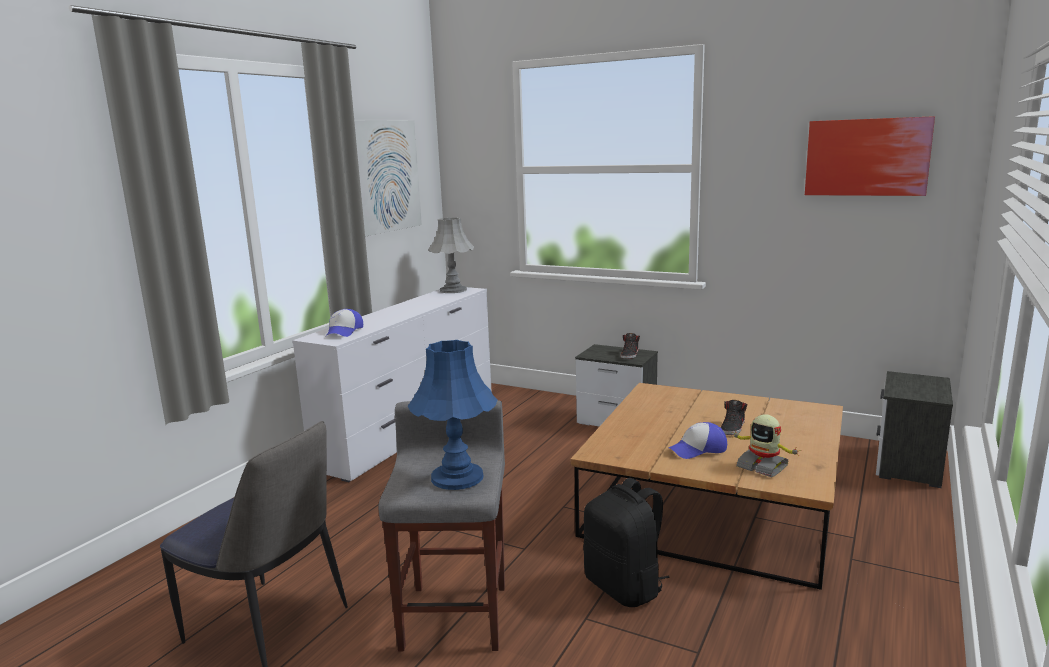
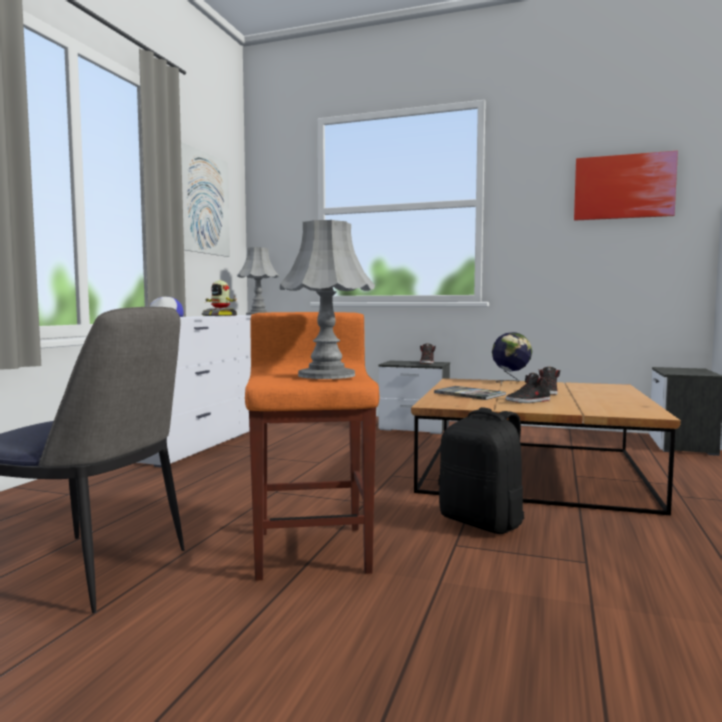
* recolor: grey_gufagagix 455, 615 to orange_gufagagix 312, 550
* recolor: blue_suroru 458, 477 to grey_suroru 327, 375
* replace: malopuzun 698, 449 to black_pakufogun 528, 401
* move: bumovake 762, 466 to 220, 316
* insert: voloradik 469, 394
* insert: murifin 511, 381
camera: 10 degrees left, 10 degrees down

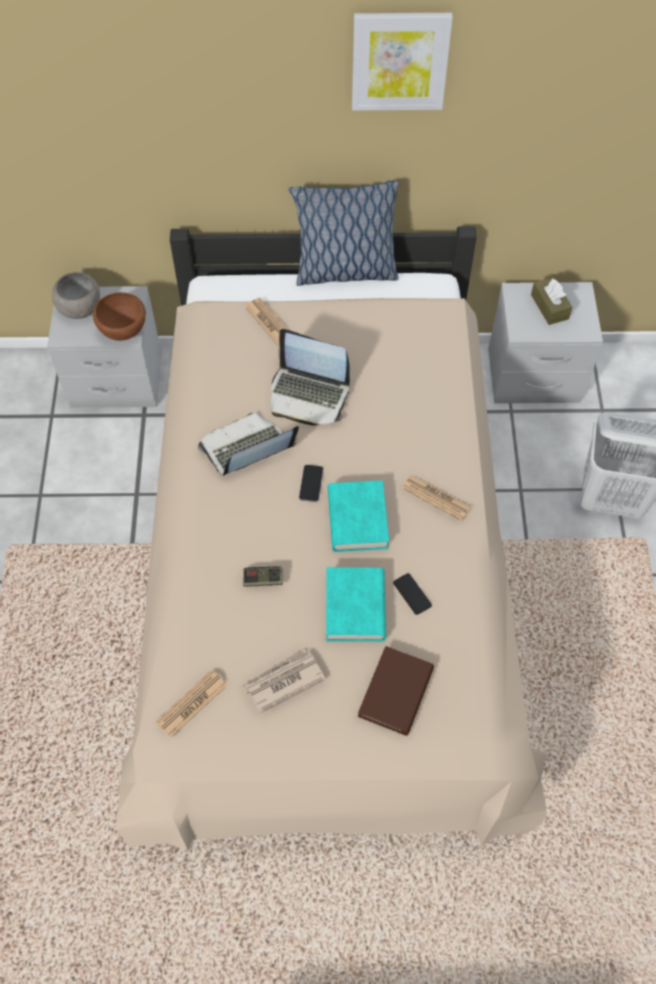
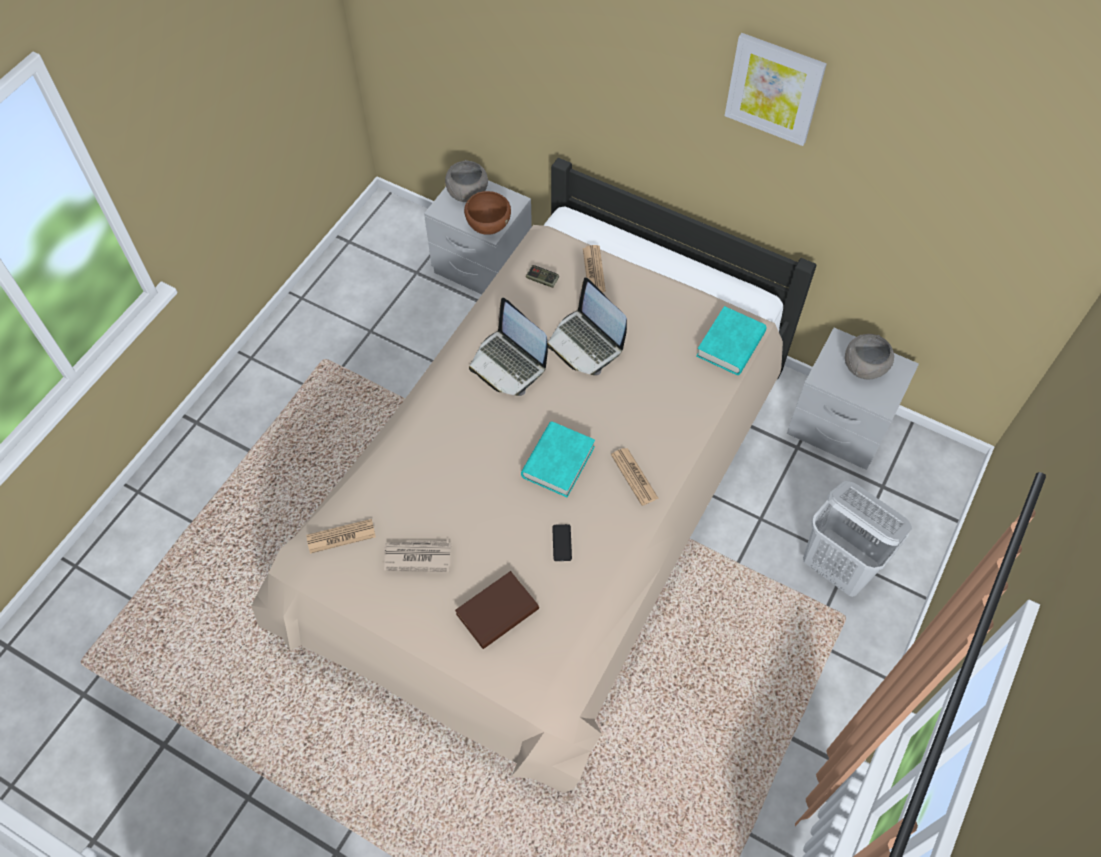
* rotate: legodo 247, 449 = 509, 363 135 degrees counterclockwise
* move: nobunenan 263, 580 to 542, 280
* delete: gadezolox 344, 271
* delete: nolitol 311, 484
* move: turquoise_voloradik 355, 607 to 730, 345
* replace: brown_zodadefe 549, 307 to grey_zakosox 863, 367
camera: 30 degrees right, 0 degrees up

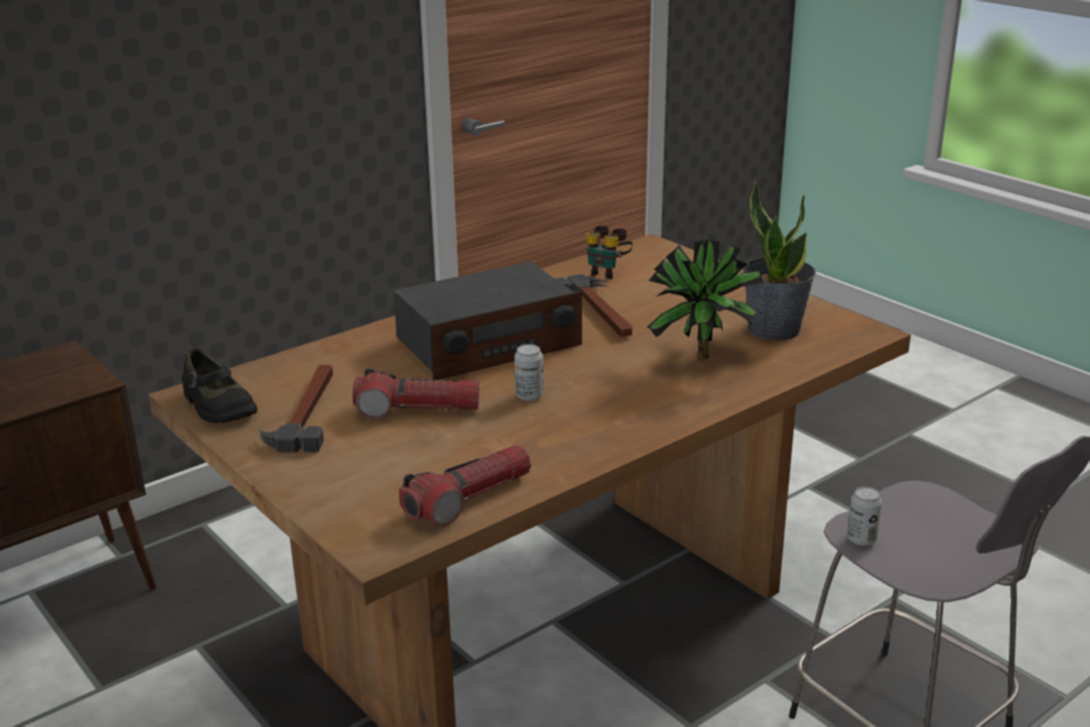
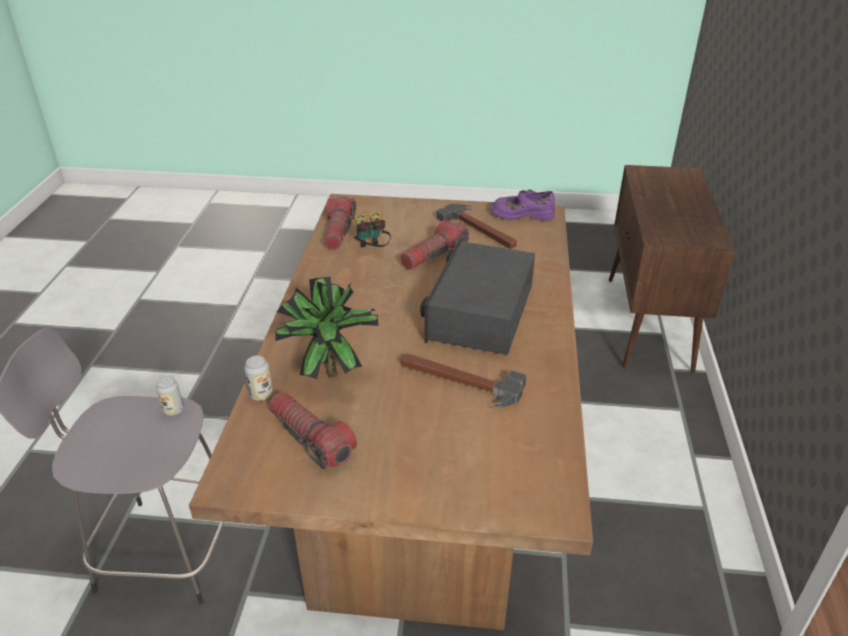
* recolor: black_pakufogun 217, 406 to purple_pakufogun 522, 214
* move: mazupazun 529, 396 to 261, 394
* move: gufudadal 607, 272 to 371, 250
* replace: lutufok 774, 329 to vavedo 311, 438
camera: 135 degrees right, 10 degrees up

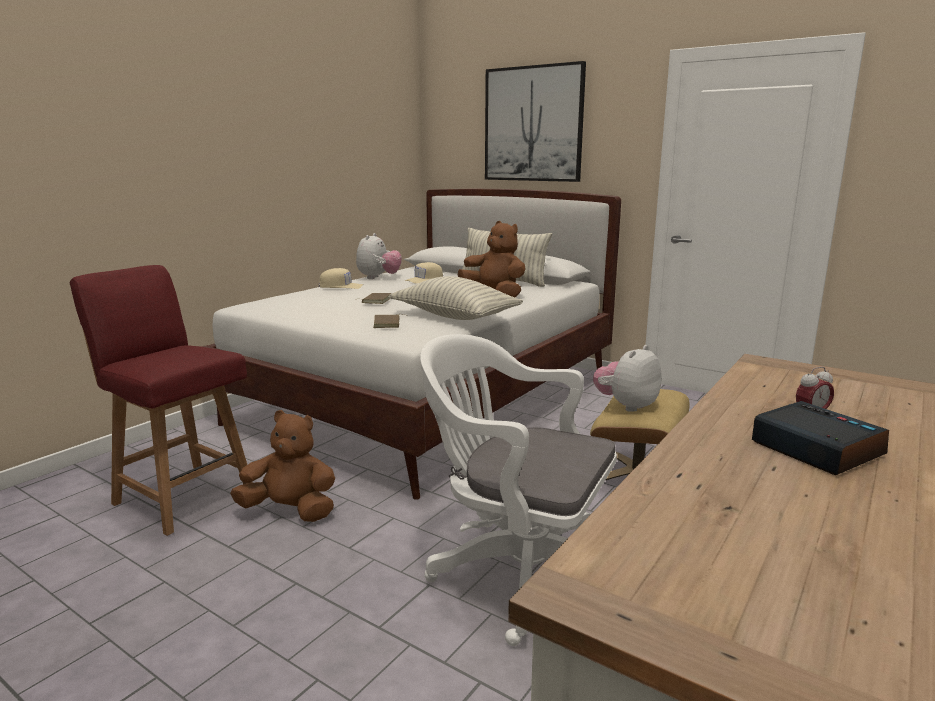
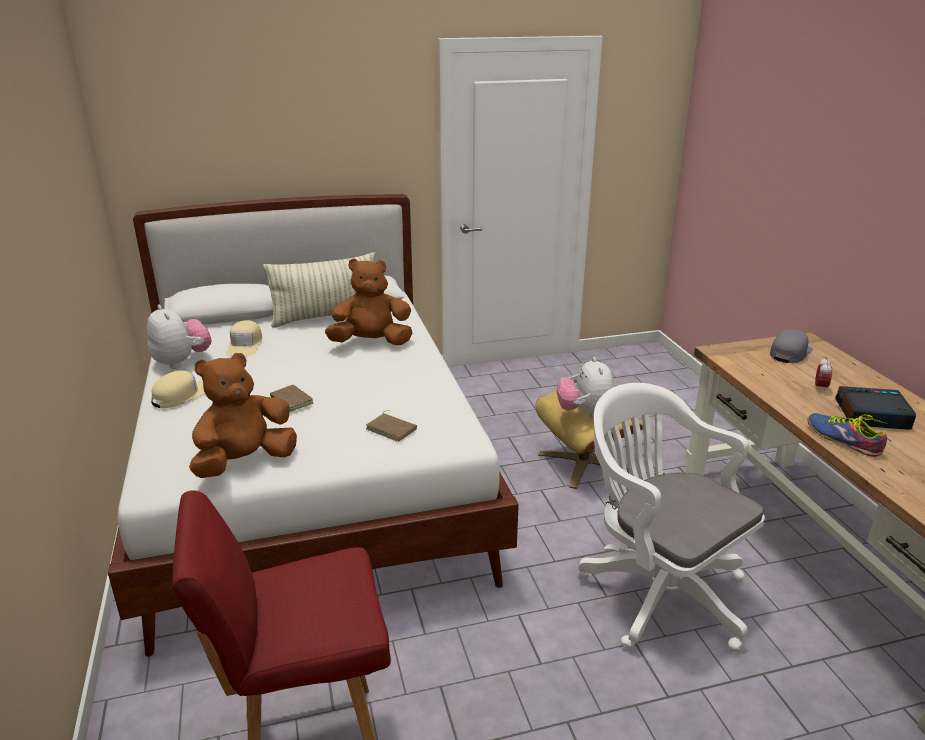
* move: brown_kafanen 290, 511 to 245, 462
* delete: gadezolox 454, 317
* rotate: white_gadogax 517, 572 = 656, 590 75 degrees clockwise
* delete: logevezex 533, 124
* insert: grey_malopuzun 790, 353
* insert: pakufogun 843, 440
camera: 50 degrees left, 10 degrees up

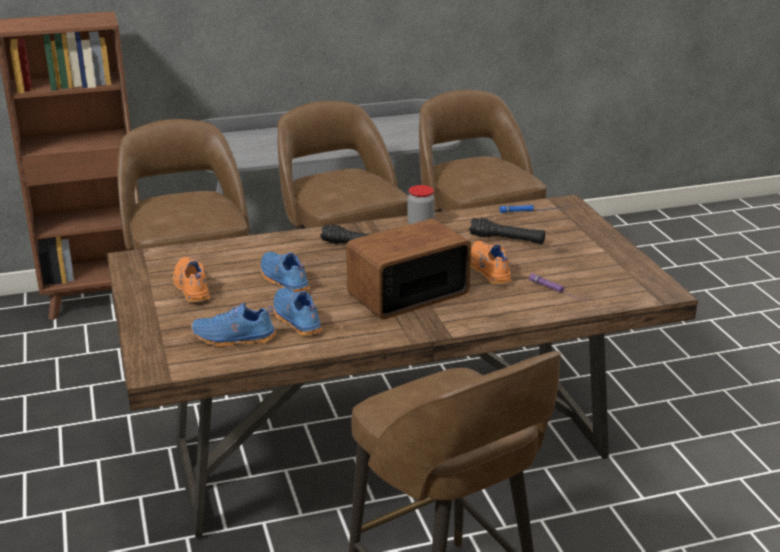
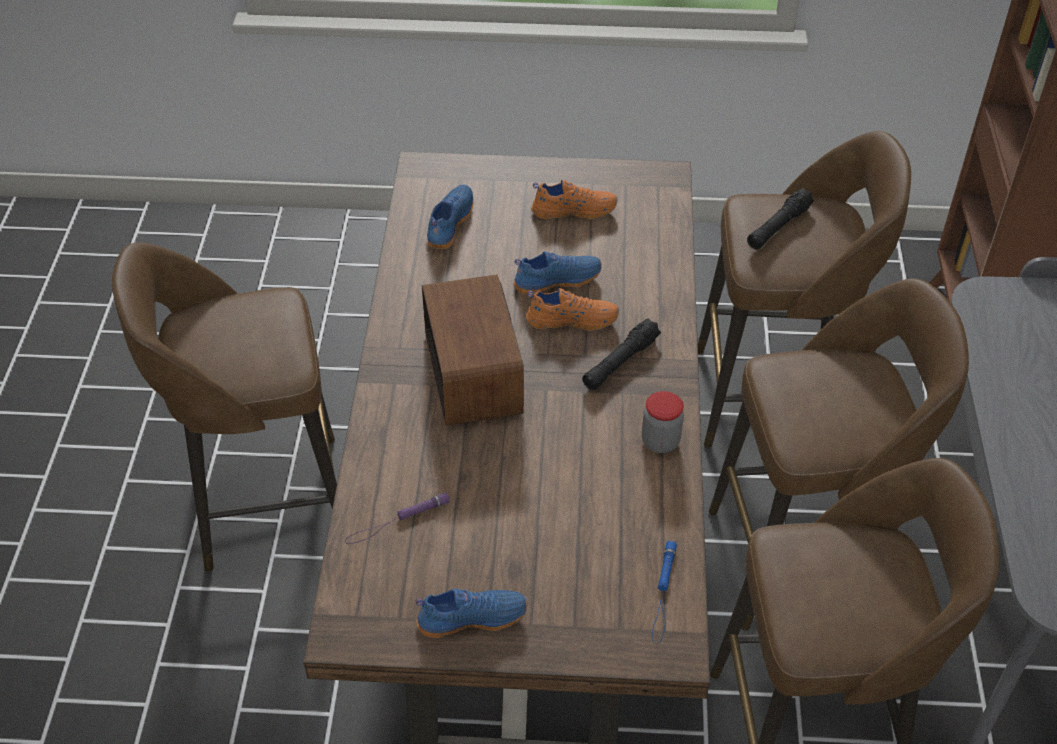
* move: blue_pakufogun 295, 320 to 472, 617
* move: black_vavedo 507, 239 to 778, 227
* move: orange_pakufogun 488, 271 to 572, 319
camera: 110 degrees right, 20 degrees up

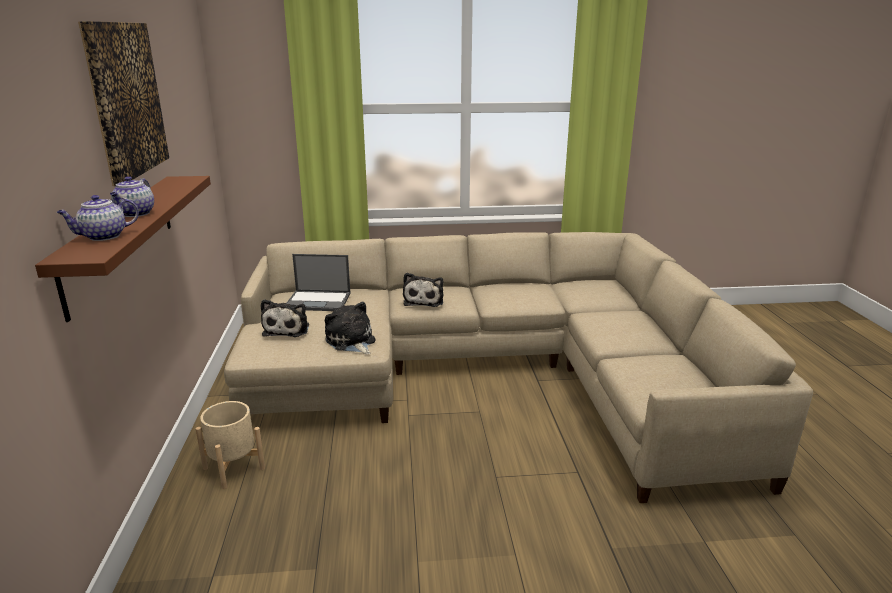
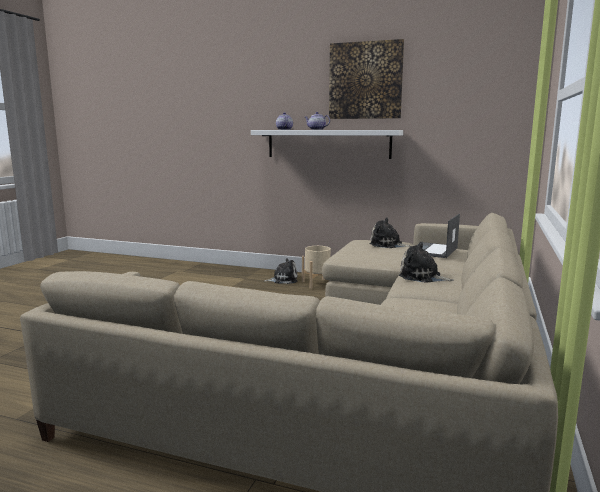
* recolor: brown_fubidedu 121, 238 to white_fubidedu 328, 144
* move: kafanen 351, 341 to 283, 280
camera: 115 degrees right, 10 degrees down

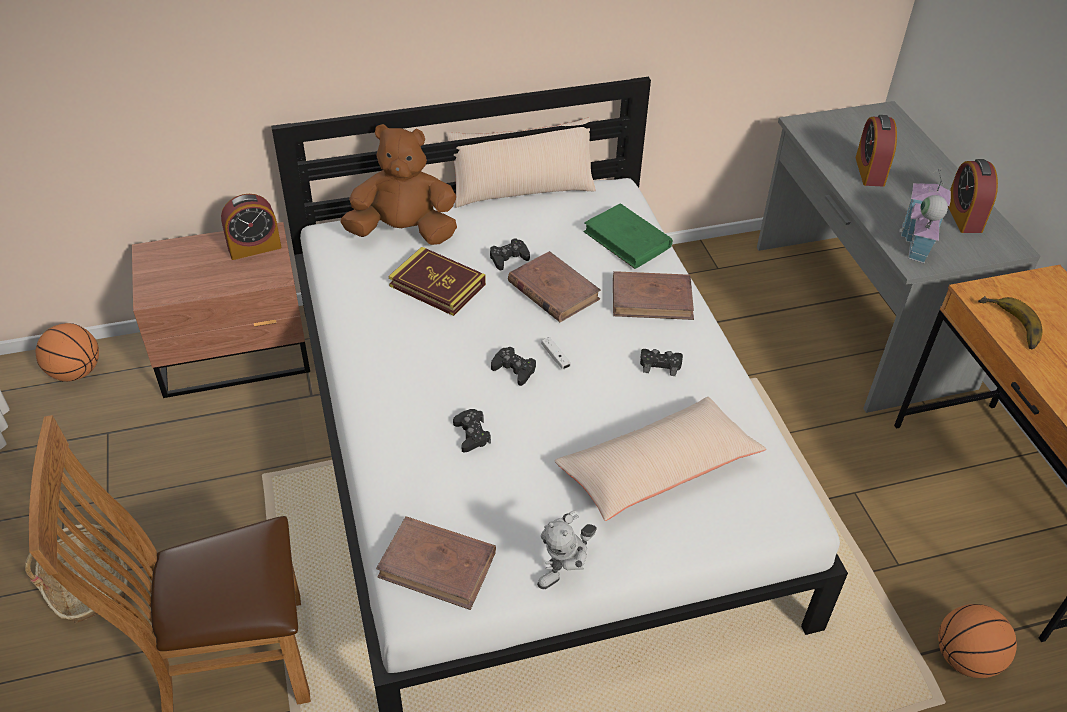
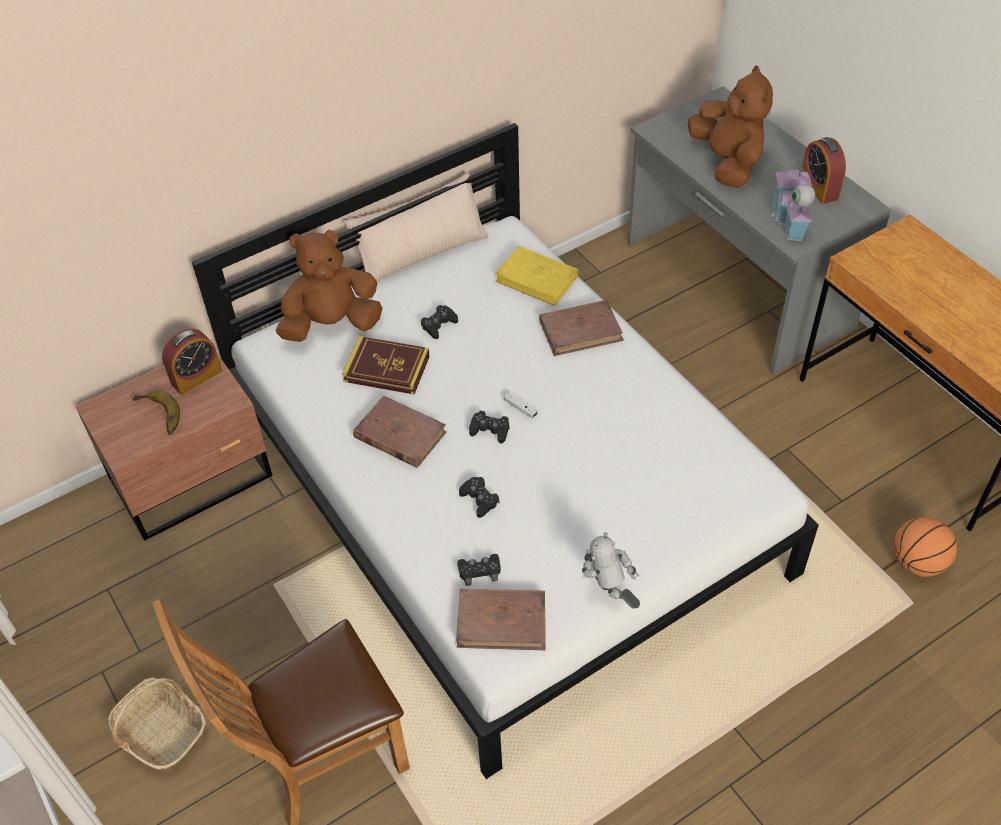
* delete: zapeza 75, 372
* move: brown_voloradik 553, 290 to 399, 435
* rotate: bumovake 566, 574 = 609, 596 120 degrees clockwise
* delete: beige_gadezolox 657, 469
* recolor: green_voloradik 627, 240 to yellow_voloradik 537, 279
* move: black_nobunenan 660, 365 to 479, 571
* replace: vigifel 870, 171 to brown_kafanen 727, 163
* move: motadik 1008, 326 to 157, 416
camera: 15 degrees left, 5 degrees up

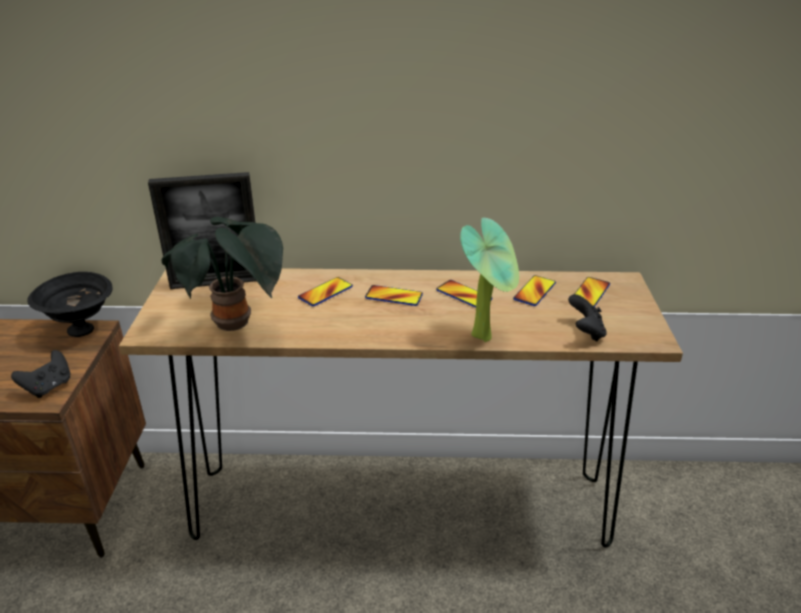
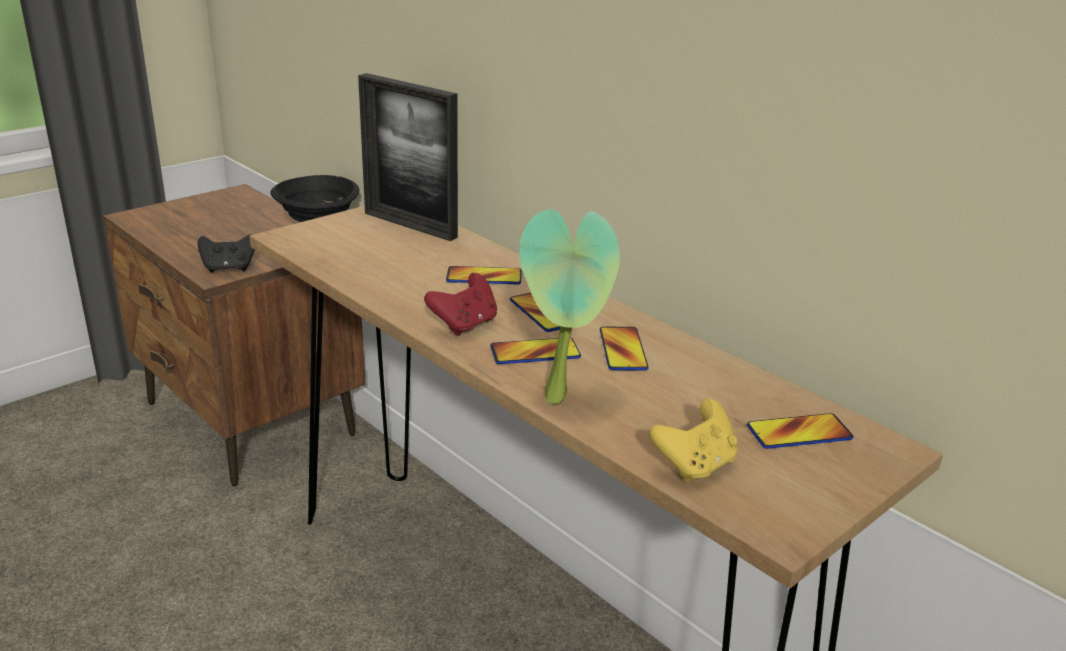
* delete: lutufok 236, 325
* move: nolitol 534, 291 to 535, 353
* recolor: black_nobunenan 585, 332 to yellow_nobunenan 695, 465
* insert: red_nobunenan 465, 325
camera: 45 degrees right, 5 degrees down

